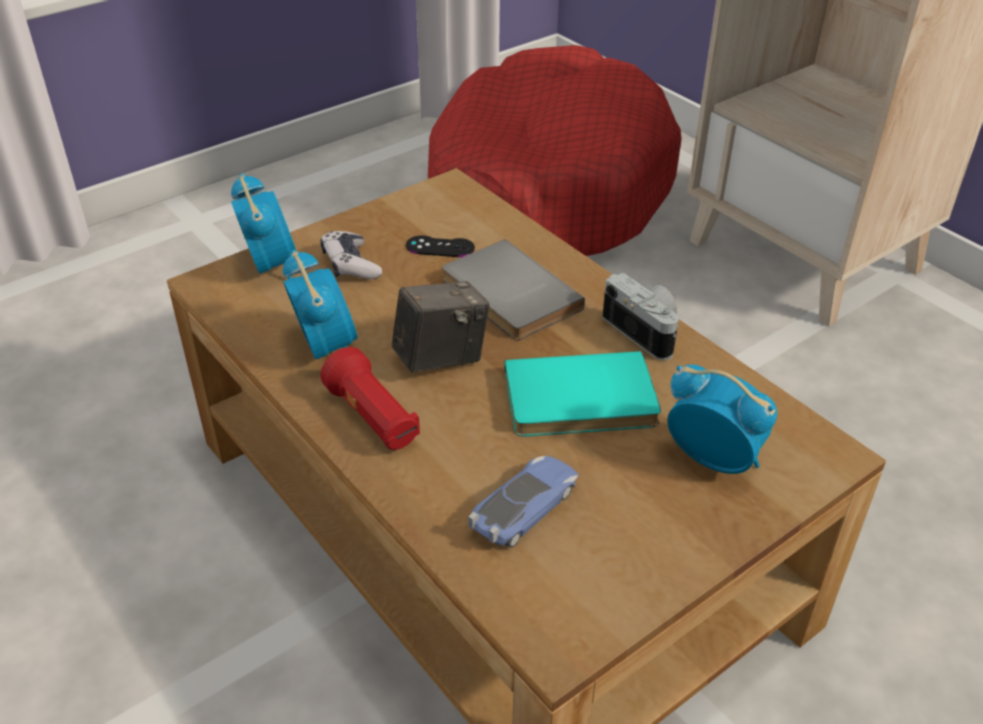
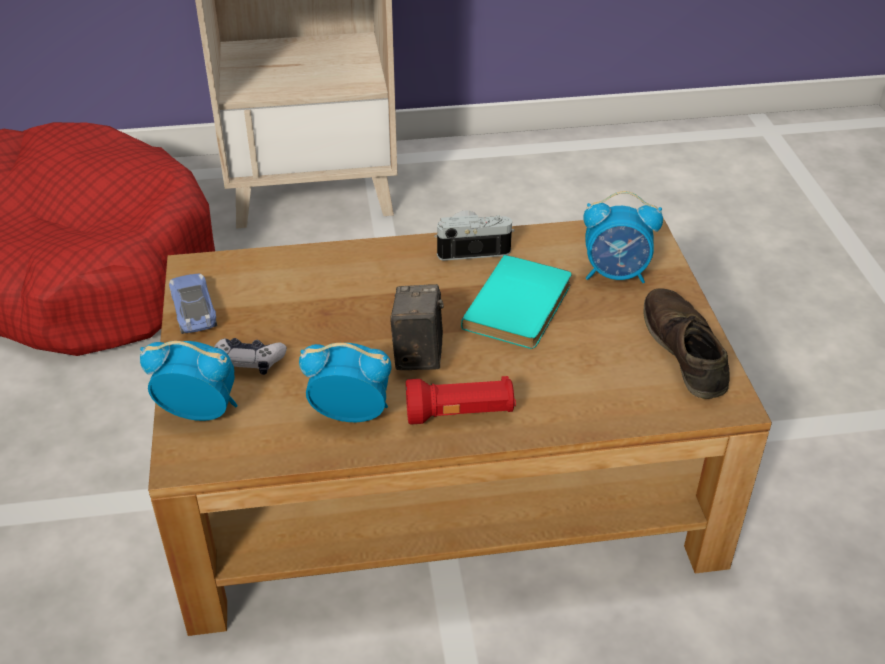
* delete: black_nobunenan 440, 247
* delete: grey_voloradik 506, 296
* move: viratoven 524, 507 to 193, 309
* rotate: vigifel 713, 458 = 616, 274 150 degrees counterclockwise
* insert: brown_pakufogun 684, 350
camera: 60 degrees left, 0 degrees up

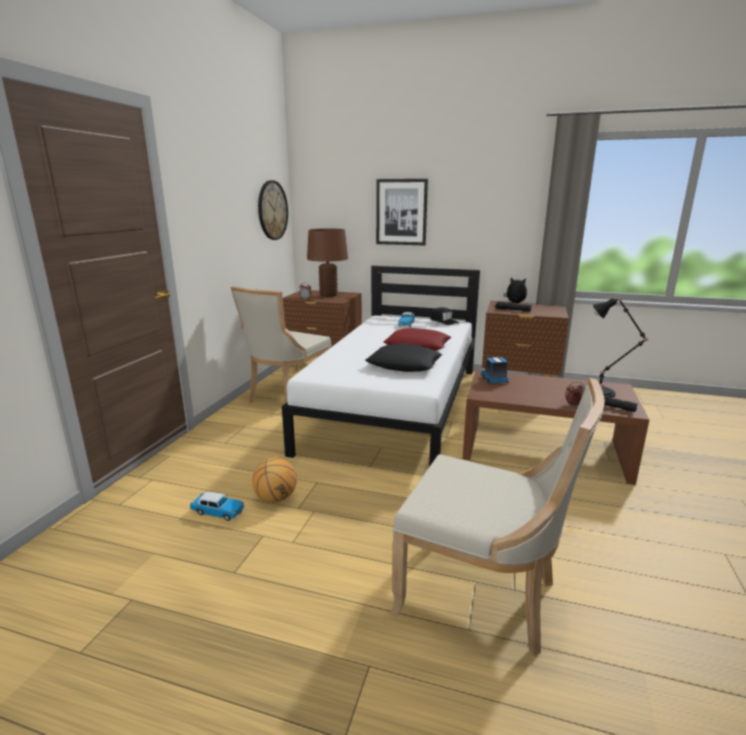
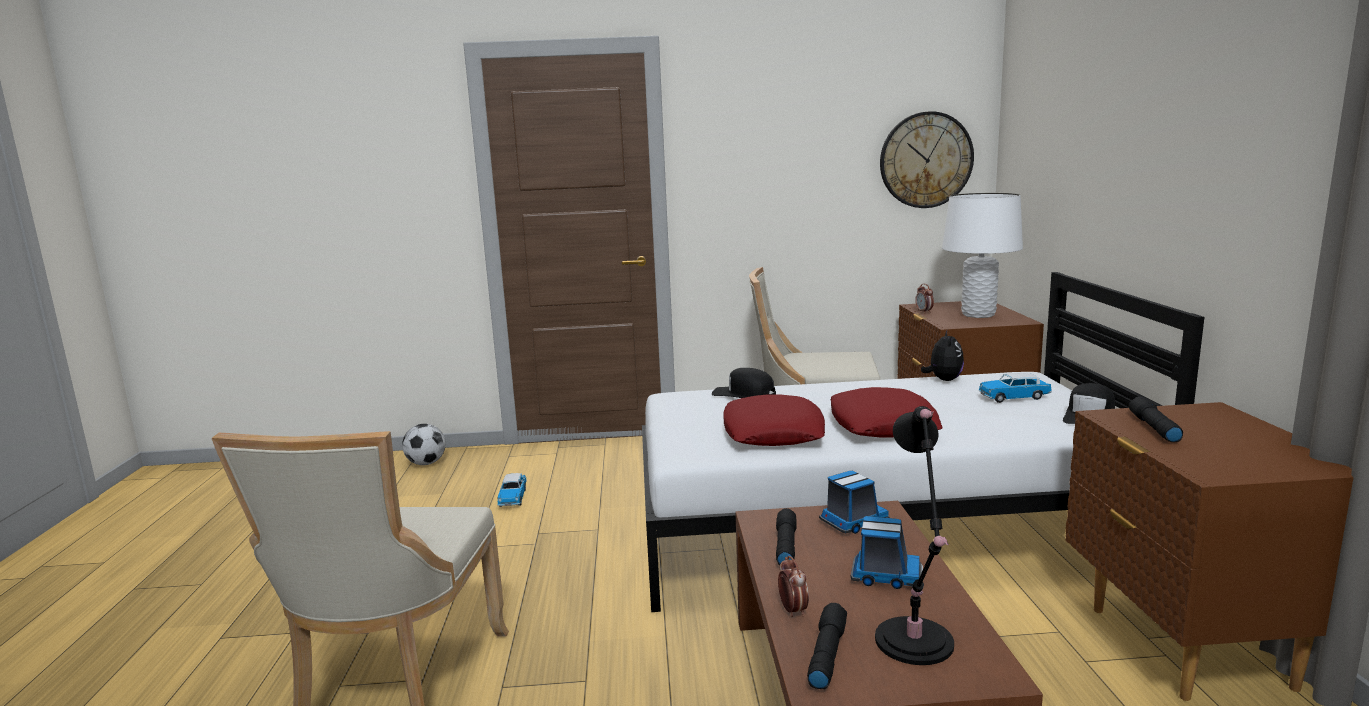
* delete: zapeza 275, 498
* recolor: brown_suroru 328, 295 to white_suroru 978, 315
* recolor: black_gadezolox 404, 365 to red_gadezolox 772, 432
* delete: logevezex 401, 212
* move: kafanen 515, 303 to 943, 380
* insert: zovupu 426, 463
* insert: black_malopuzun 744, 394
* insert: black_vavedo 785, 545
* insert: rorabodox 884, 576
camera: 70 degrees right, 5 degrees down

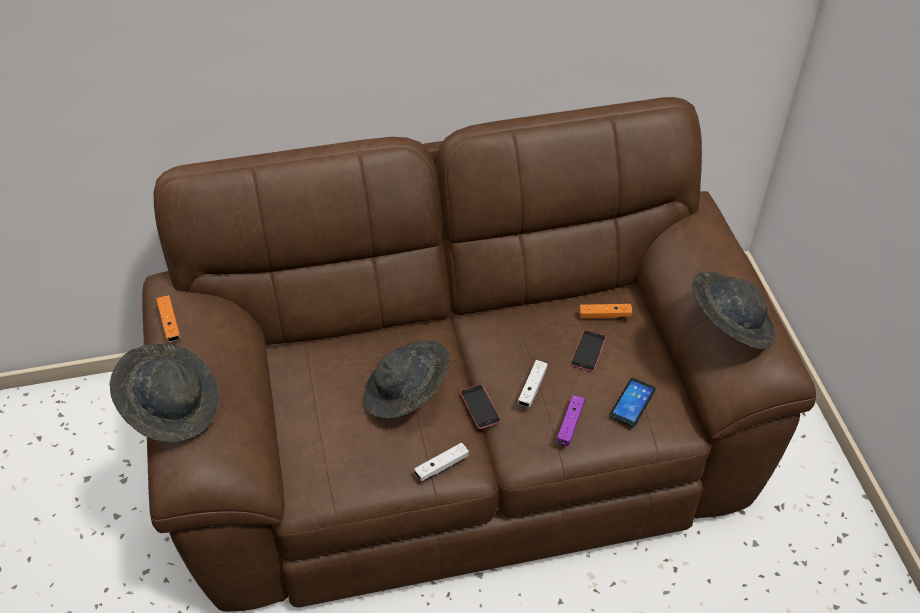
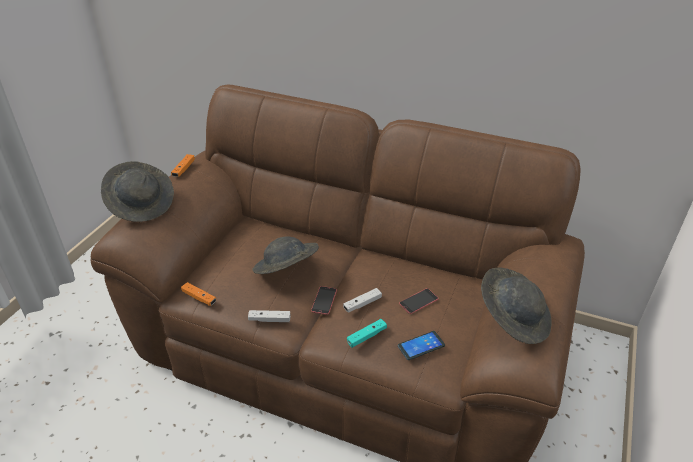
* recolor: purple_nobunenan 570, 424 to turquoise_nobunenan 366, 336
* move: orange_nobunenan 605, 315 to 199, 298
camera: 35 degrees right, 10 degrees down

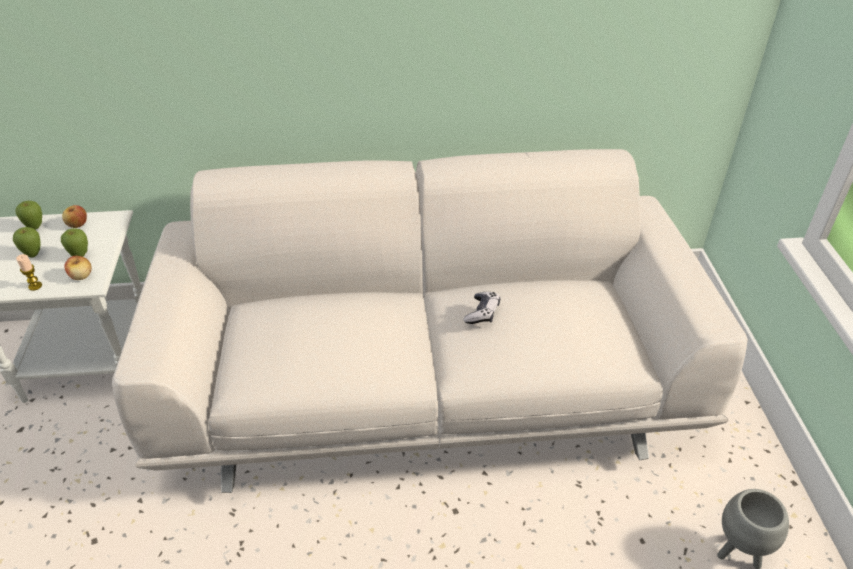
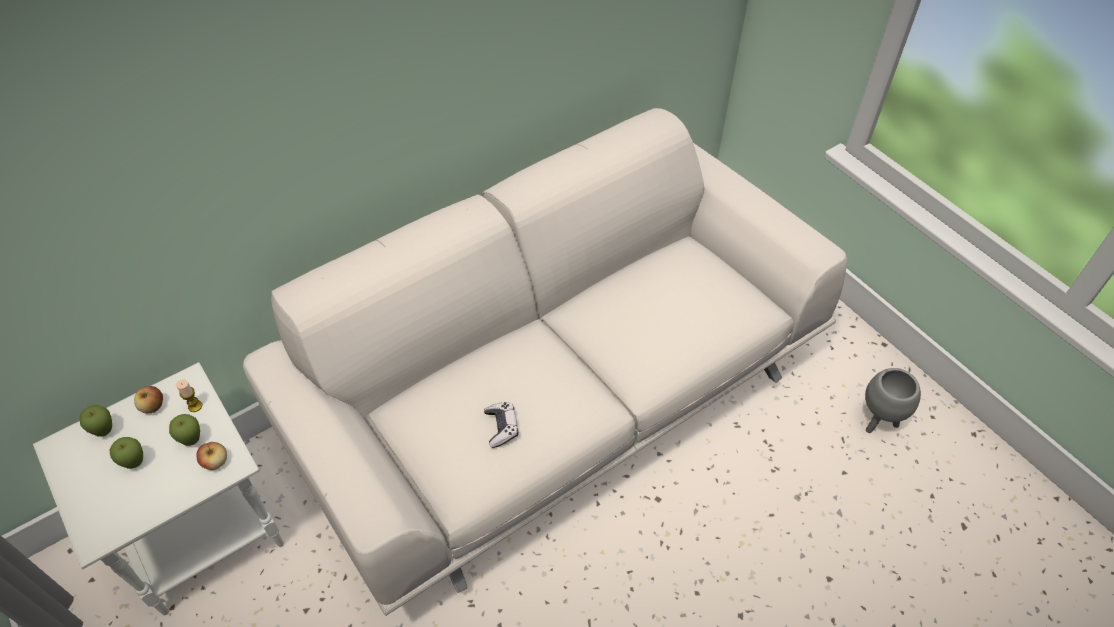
* move: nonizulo 35, 286 to 195, 406
* move: nobunenan 482, 313 to 501, 427
camera: 30 degrees left, 10 degrees up

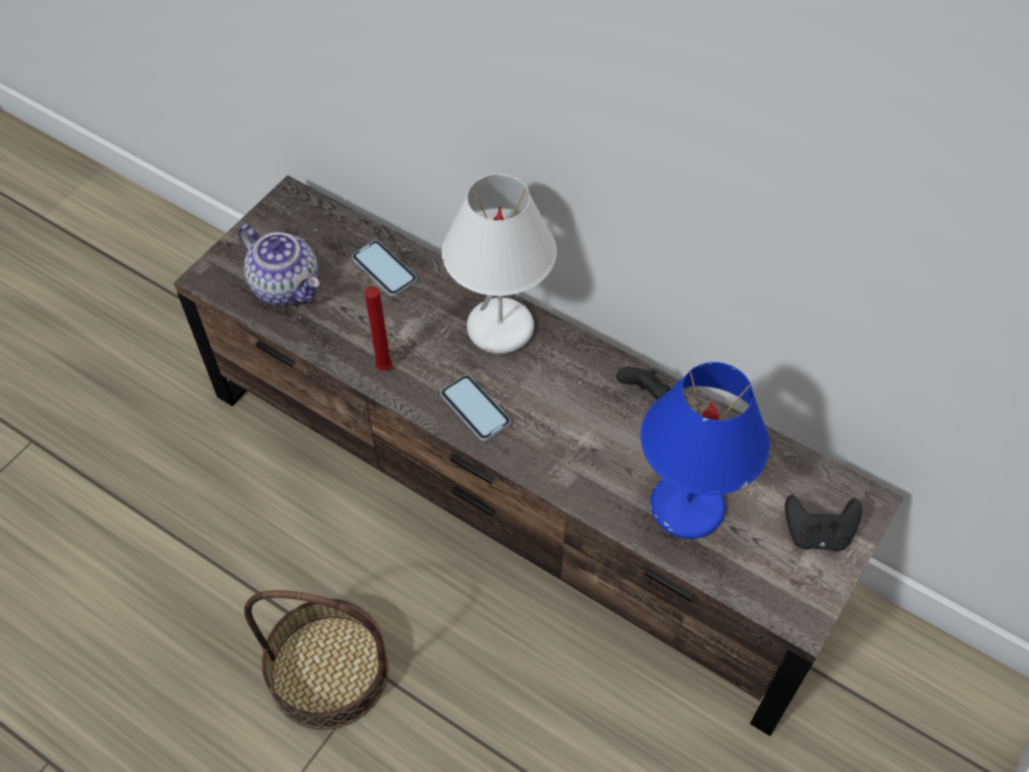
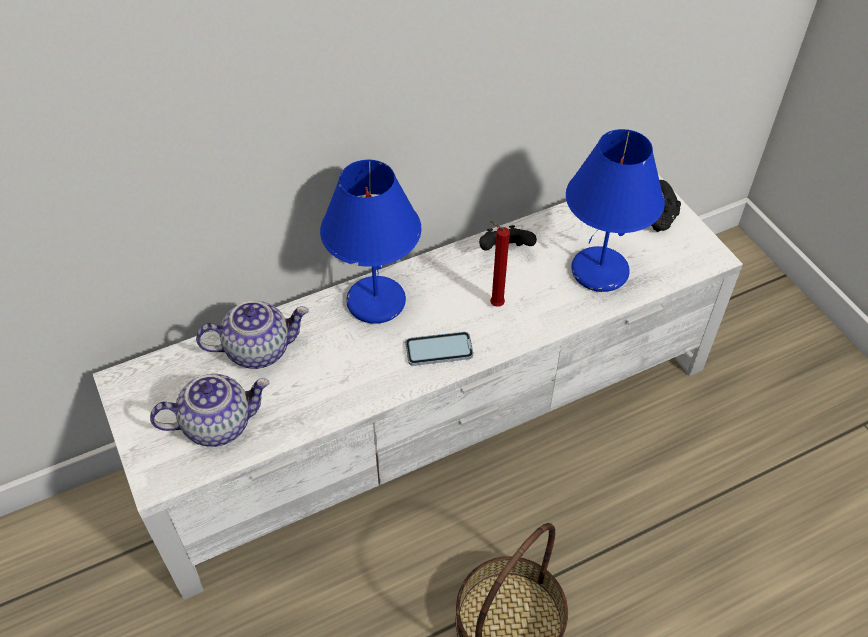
* recolor: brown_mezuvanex 517, 492 to white_mezuvanex 436, 419
* replace: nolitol 384, 270 to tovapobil 259, 349
* move: red_nonizulo 383, 365 to 494, 304
* recolor: white_suroru 501, 327 to blue_suroru 375, 301
camera: 60 degrees left, 5 degrees down

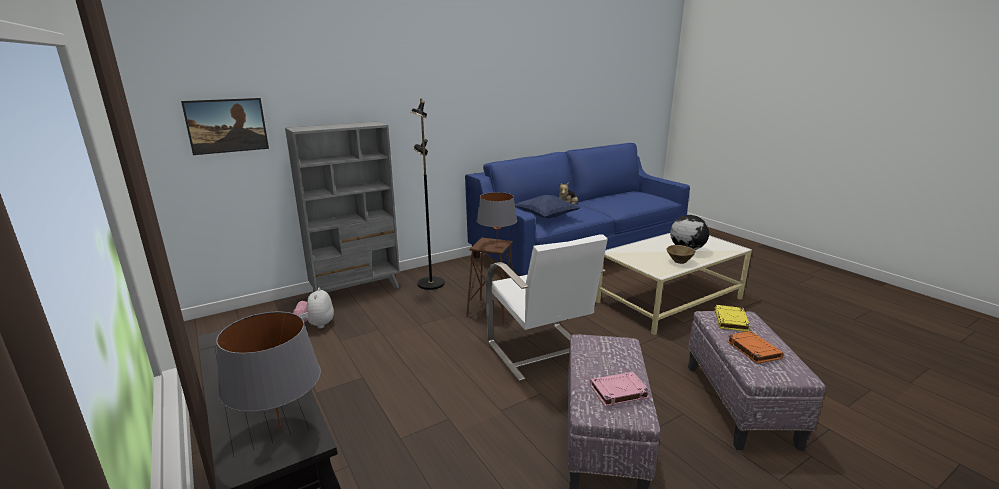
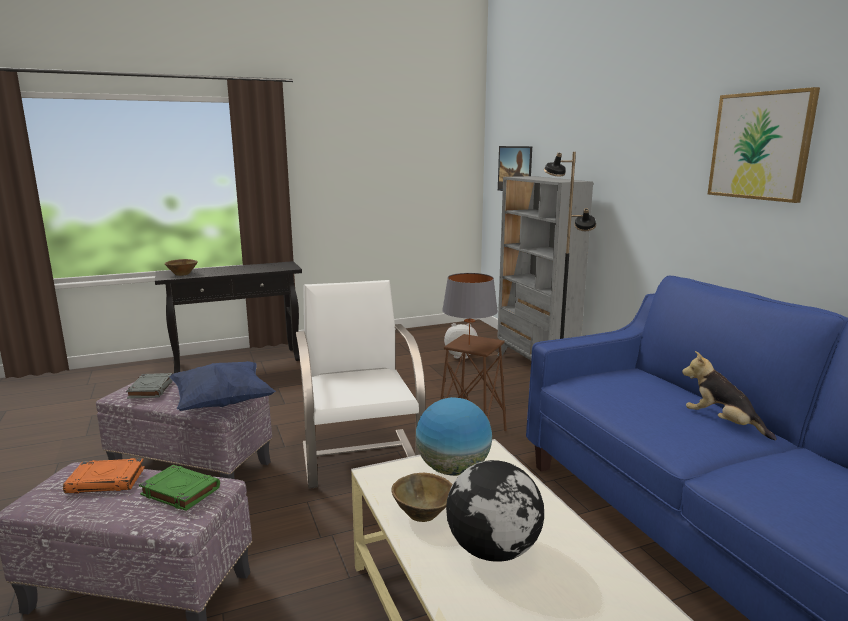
* replace: grey_suroru 280, 429 to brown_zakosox 182, 274
* rotate: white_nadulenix 541, 351 = 360, 457 90 degrees clockwise
* move: blue_gadezolox 546, 217 to 222, 403
* recolor: pink_voloradik 618, 392 to grey_voloradik 151, 389
* recolor: yellow_voloradik 731, 321 to green_voloradik 179, 491
* insert: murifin 452, 469
* insert: logevezex 760, 146
camera: 100 degrees right, 5 degrees down

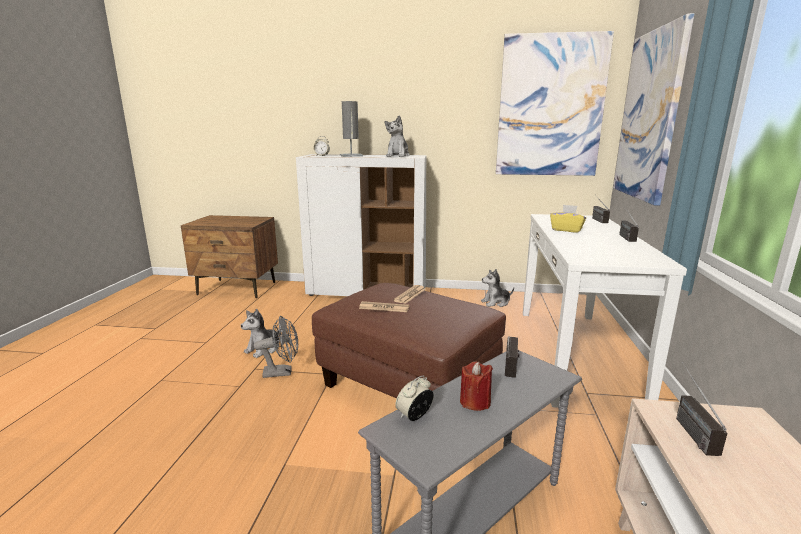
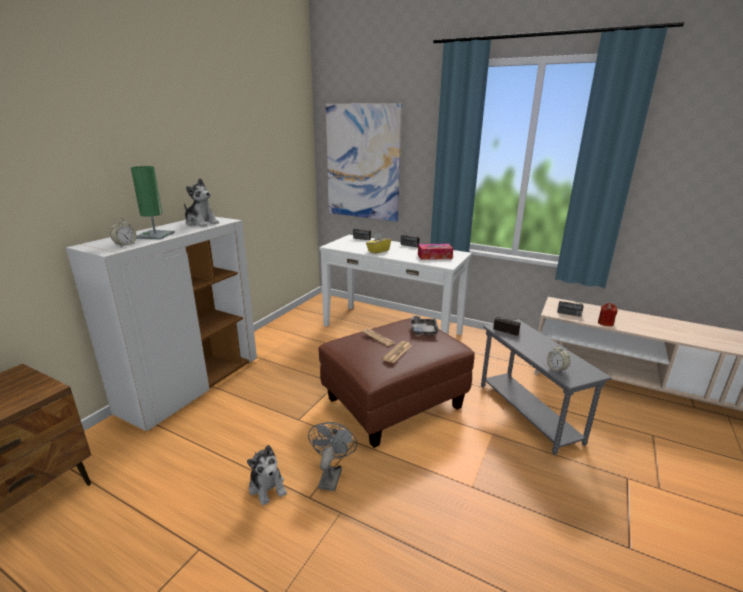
* recolor: grey_suroru 351, 155 to green_suroru 155, 235
* move: red_nonizulo 475, 402 to 605, 323
* delete: kafanen 496, 302
* delete: logevezex 550, 107
* insert: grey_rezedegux 423, 330
* insert: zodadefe 434, 256
camera: 70 degrees left, 5 degrees up

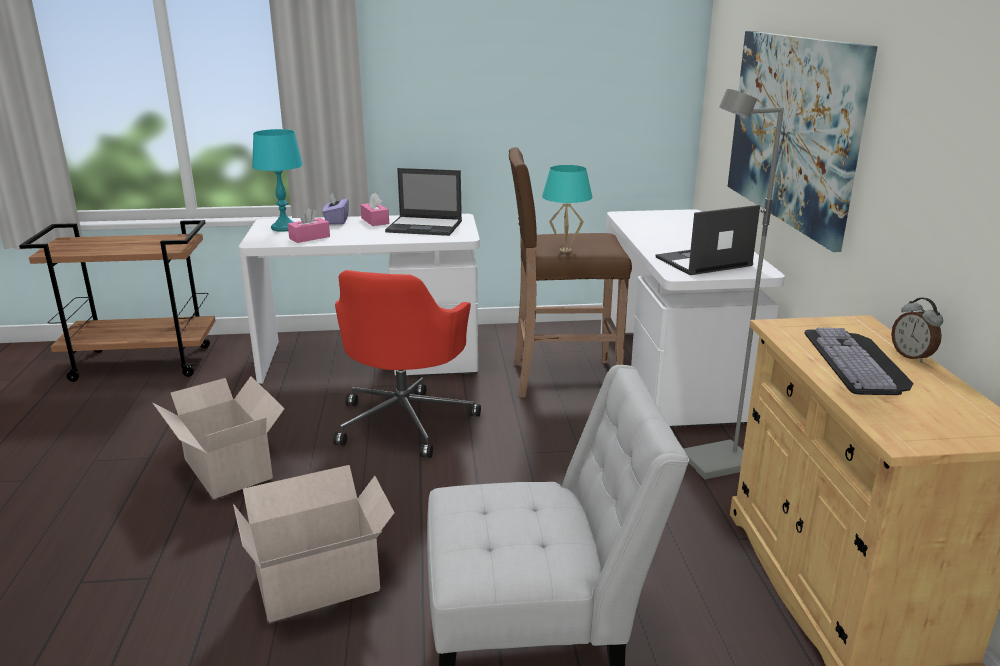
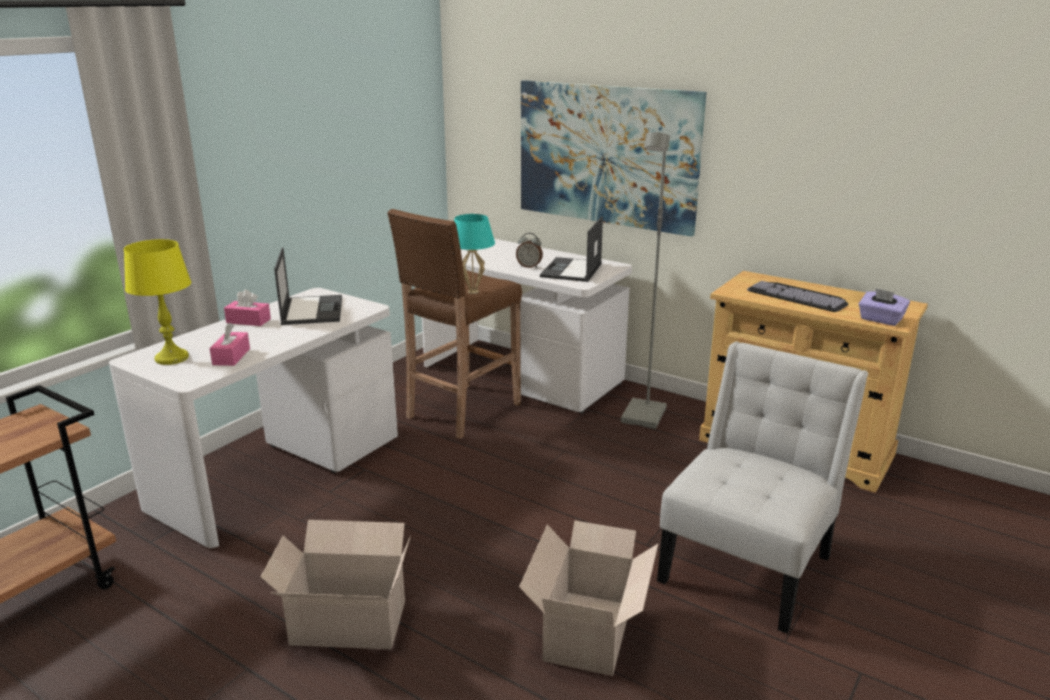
* recolor: turquoise_suroru 284, 228 to yellow_suroru 172, 358
* move: purple_zodadefe 336, 221 to 880, 320
* delete: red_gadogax 405, 421
* rotate: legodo 425, 226 = 312, 310 60 degrees counterclockwise
* move: vigifel 912, 356 to 529, 266
camera: 50 degrees left, 0 degrees up

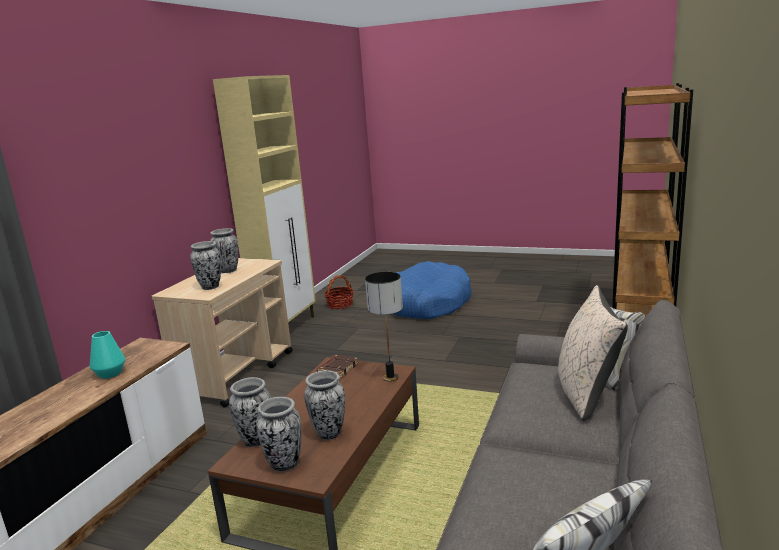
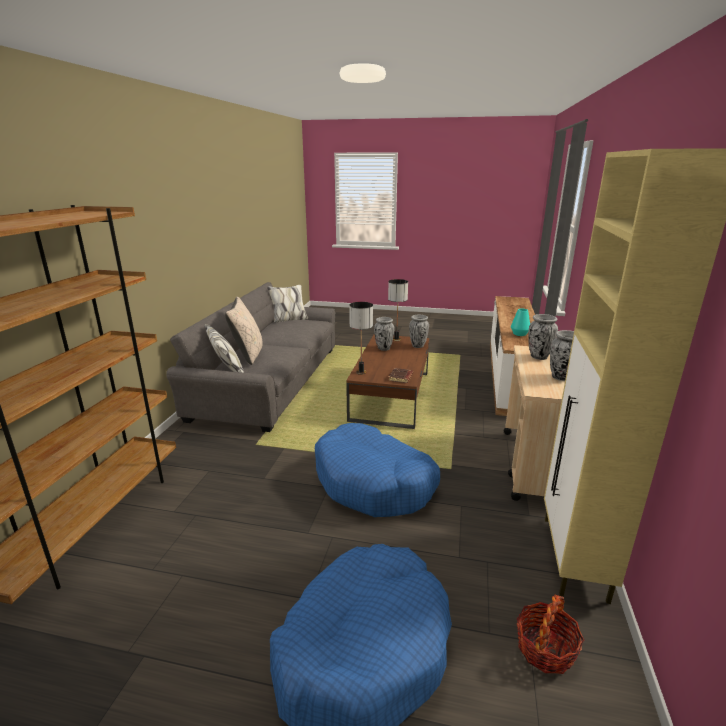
* replace: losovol 284, 464 to suroru 396, 339
* insert: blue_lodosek 374, 482
camera: 170 degrees right, 5 degrees up

